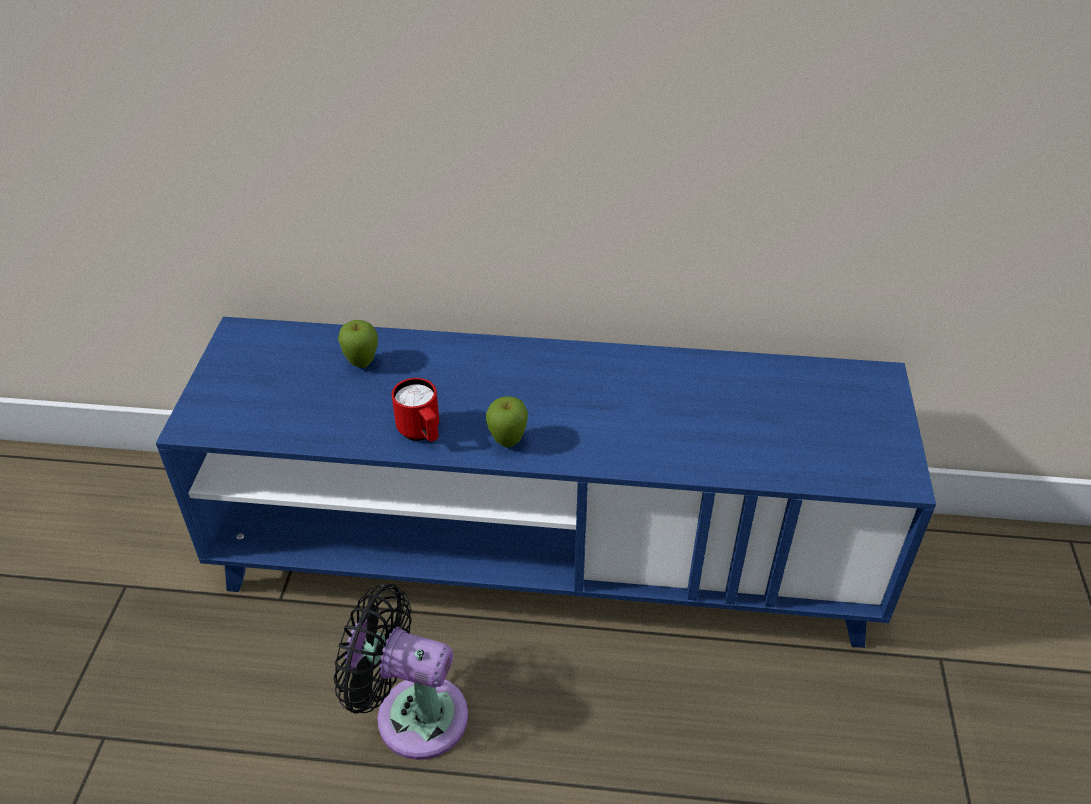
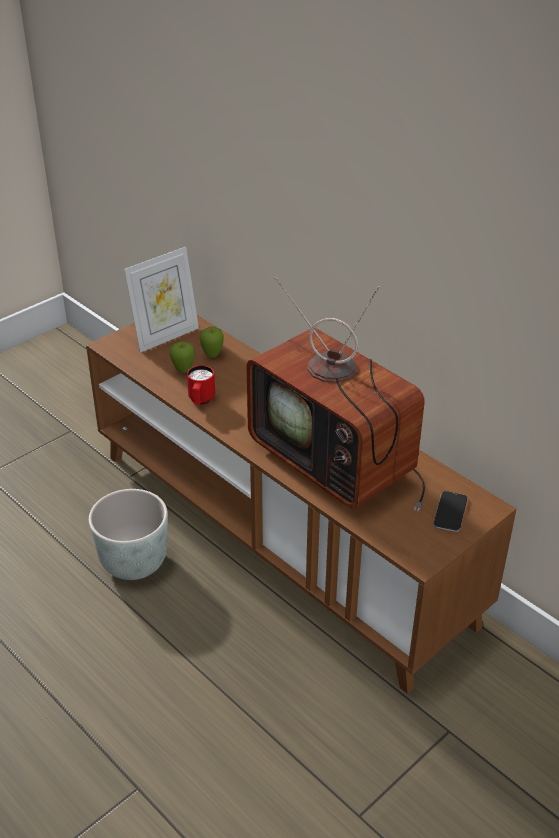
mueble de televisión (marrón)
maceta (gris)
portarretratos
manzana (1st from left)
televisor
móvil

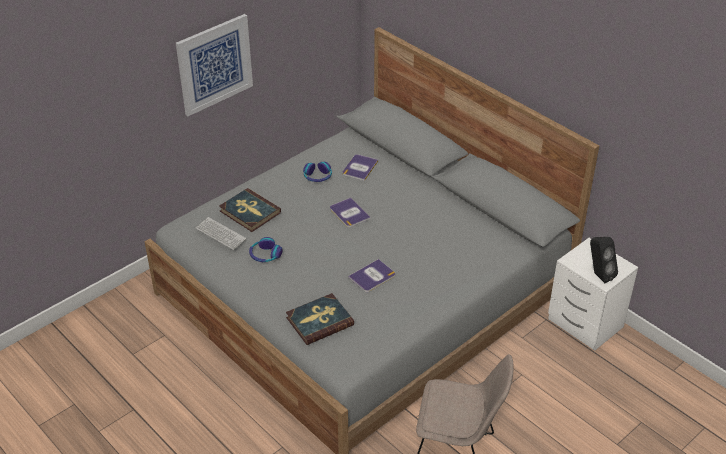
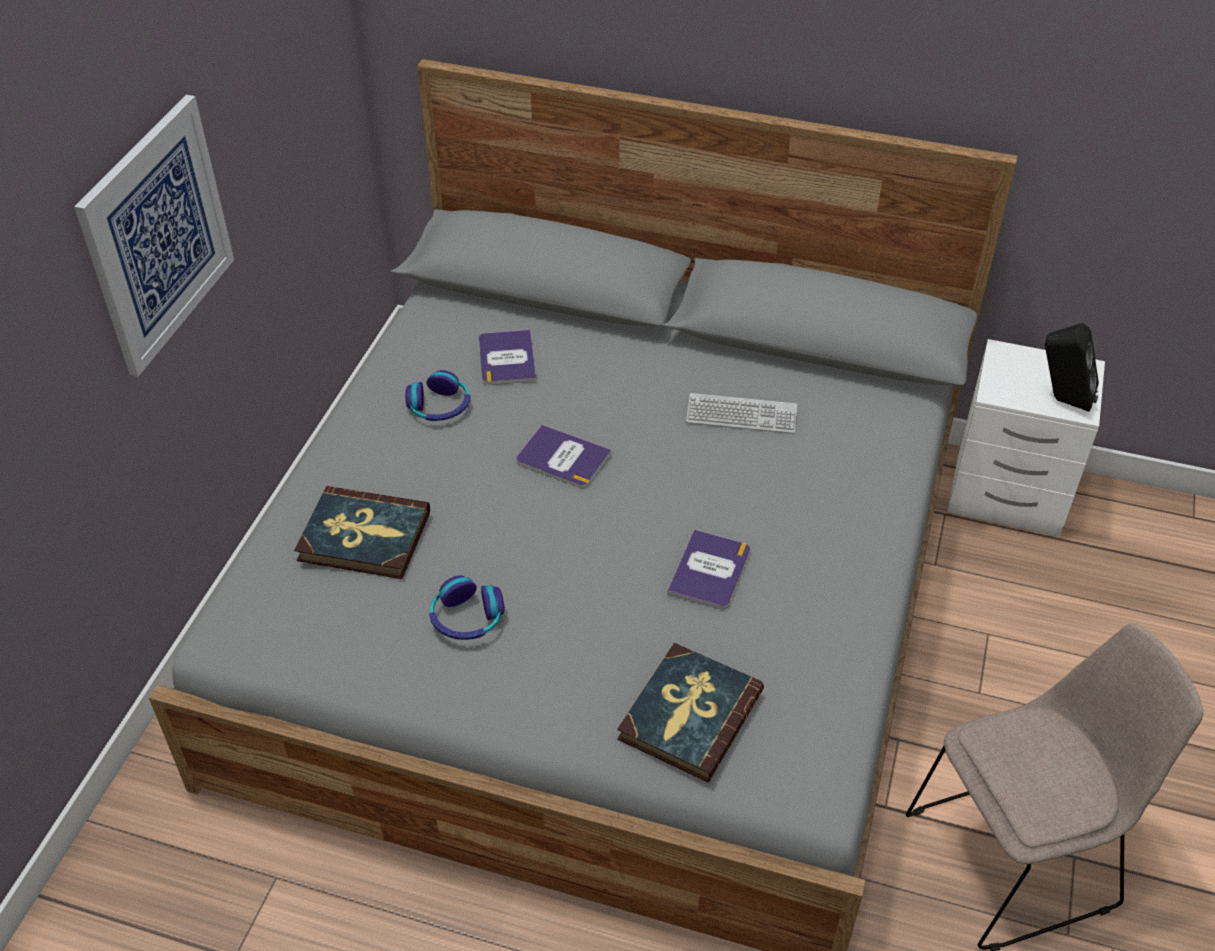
teclado

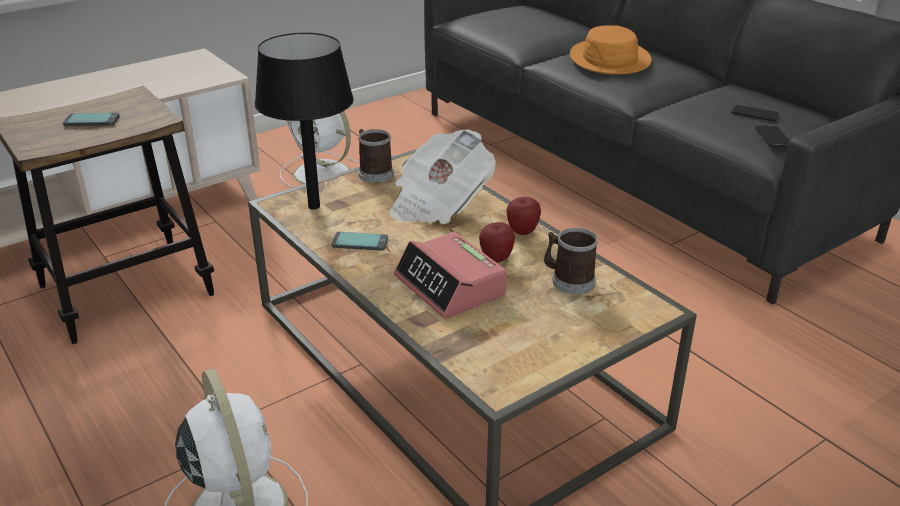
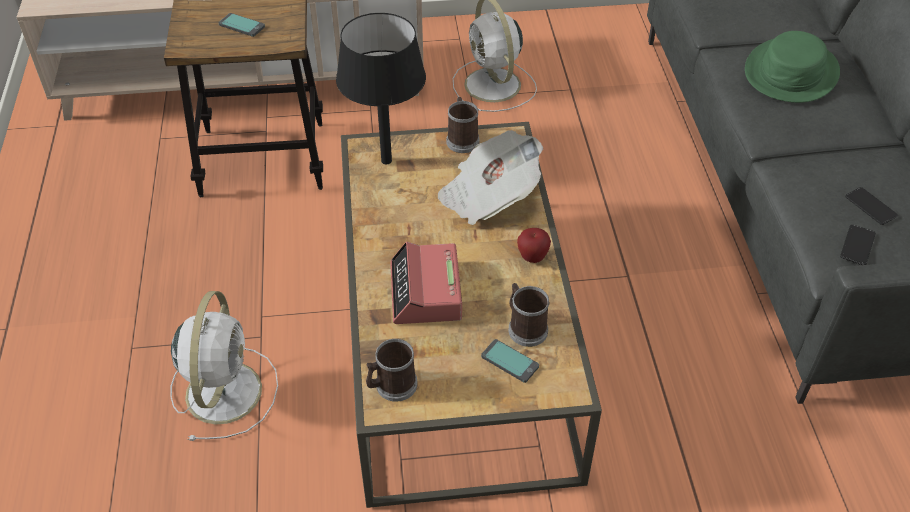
taza grande (1st from left)
móvil (2nd from left)
sombrero (verde)
manzana (1st from left in the first image)

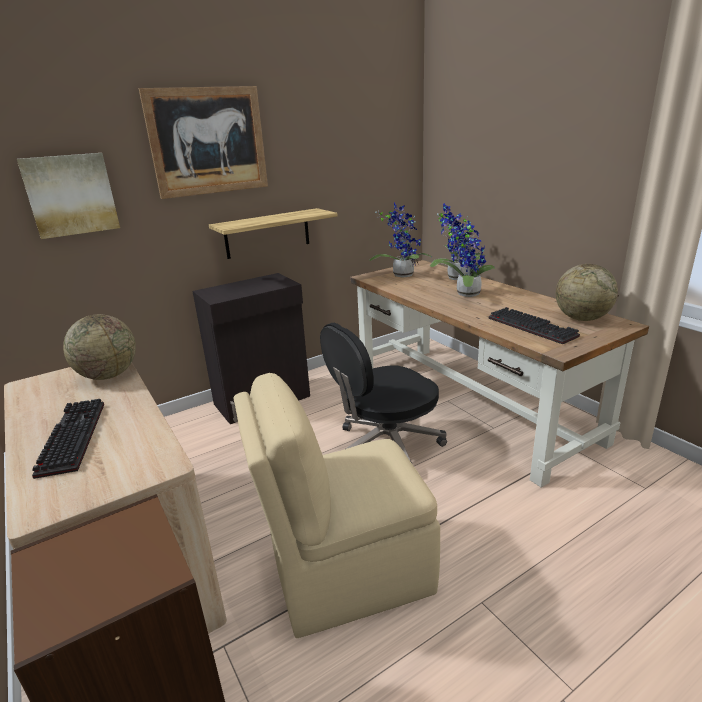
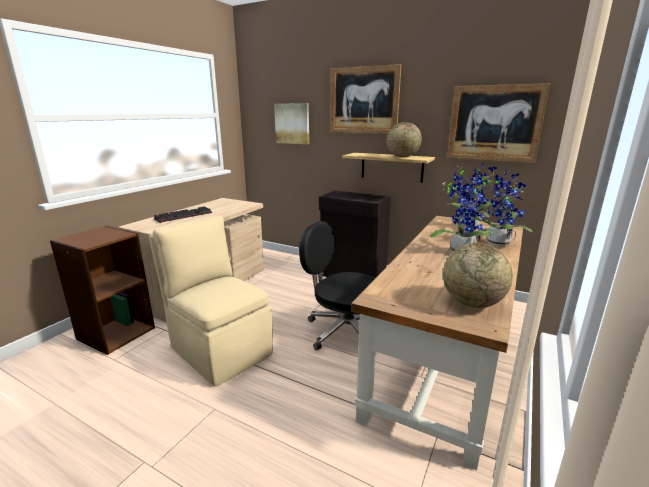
globo terráqueo (1st from left)
cuadro (3rd from left)
teclado (2nd from left in the first image)

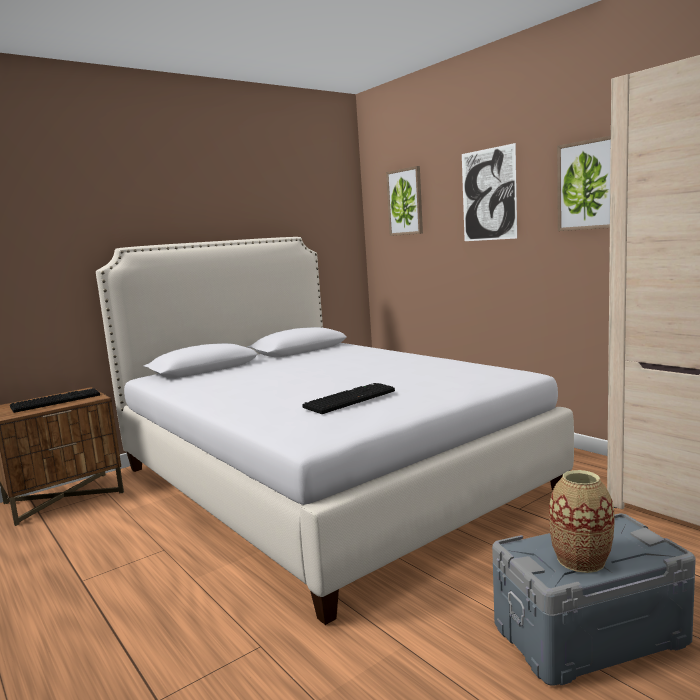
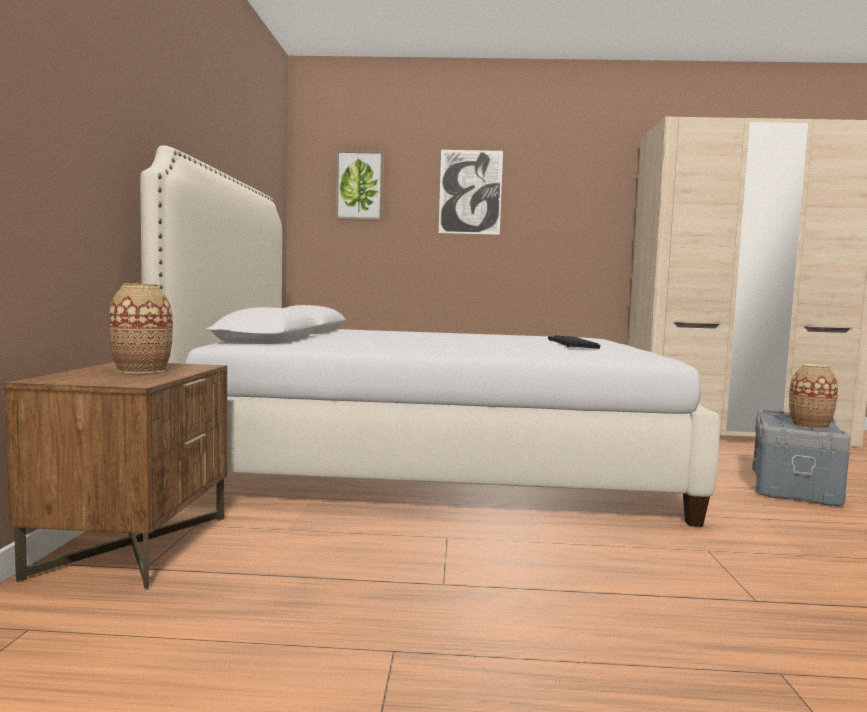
florero (1st from left)
cuadro (3rd from left in the first image)

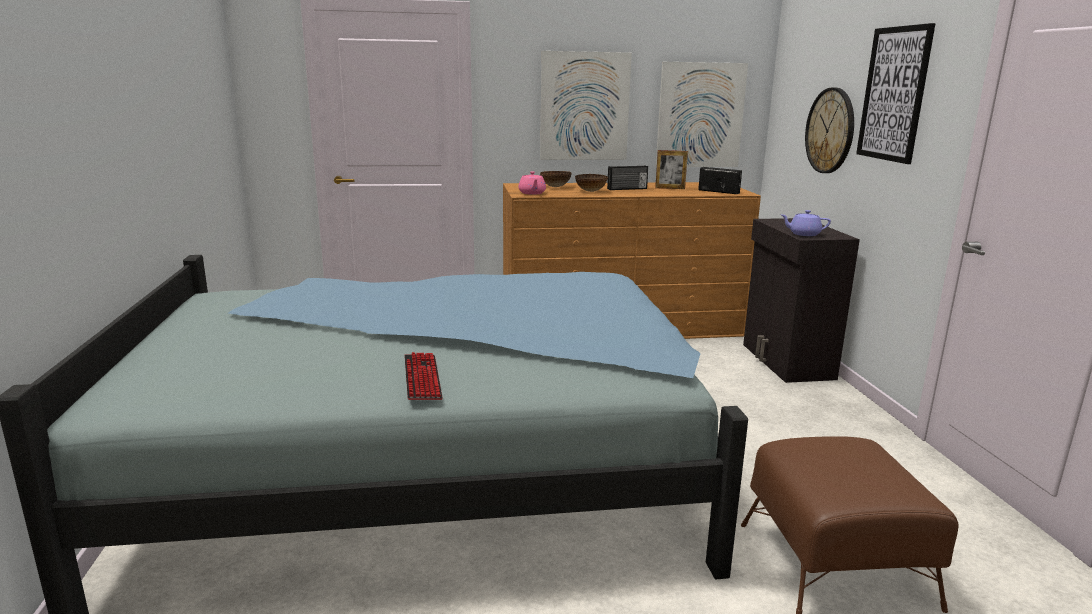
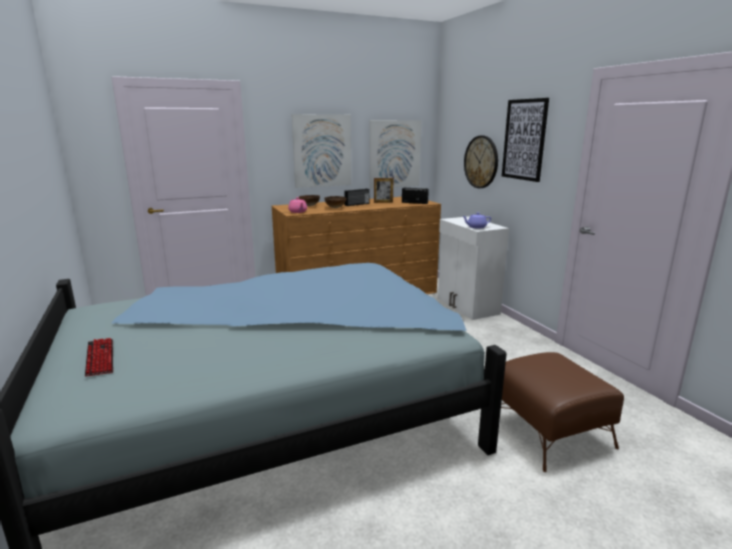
teclado
armario (blanco)

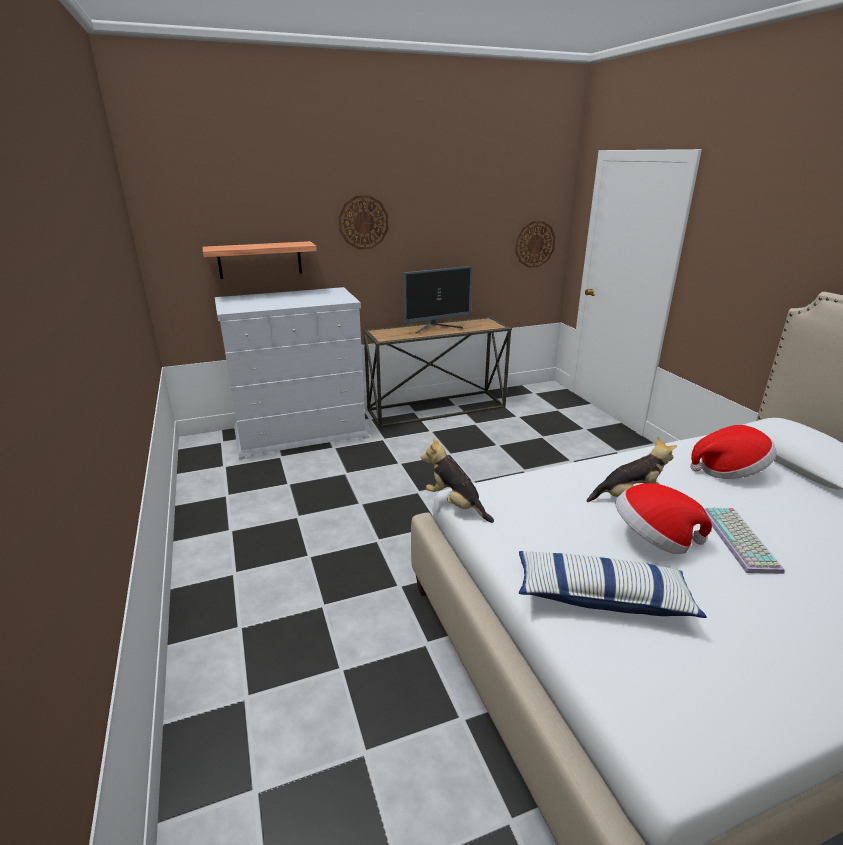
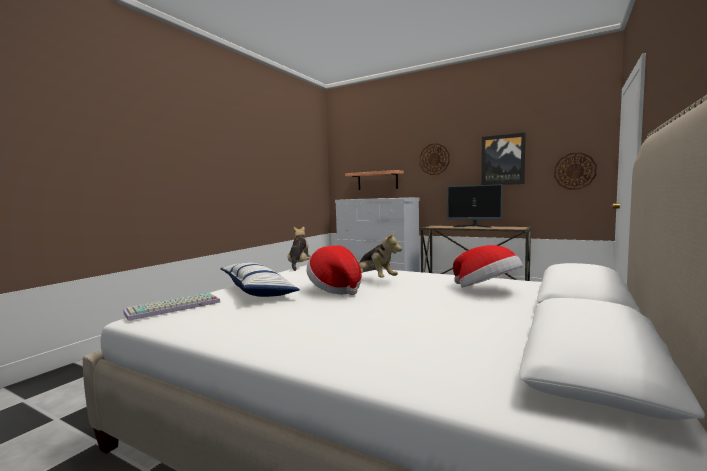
teclado
cuadro

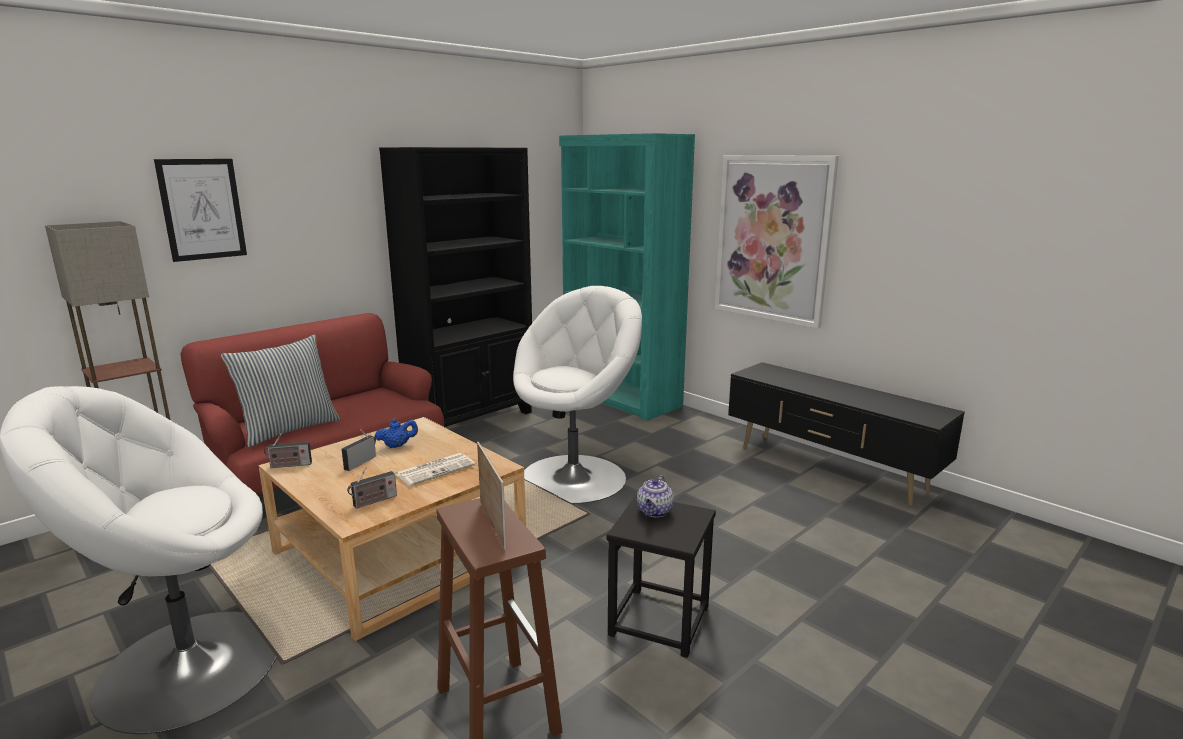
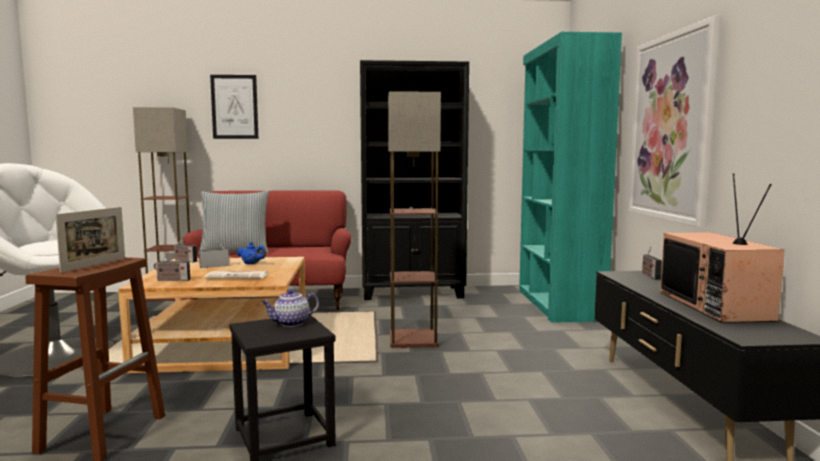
lámpara de pie (2nd from left)
radio (4th from left)
televisor

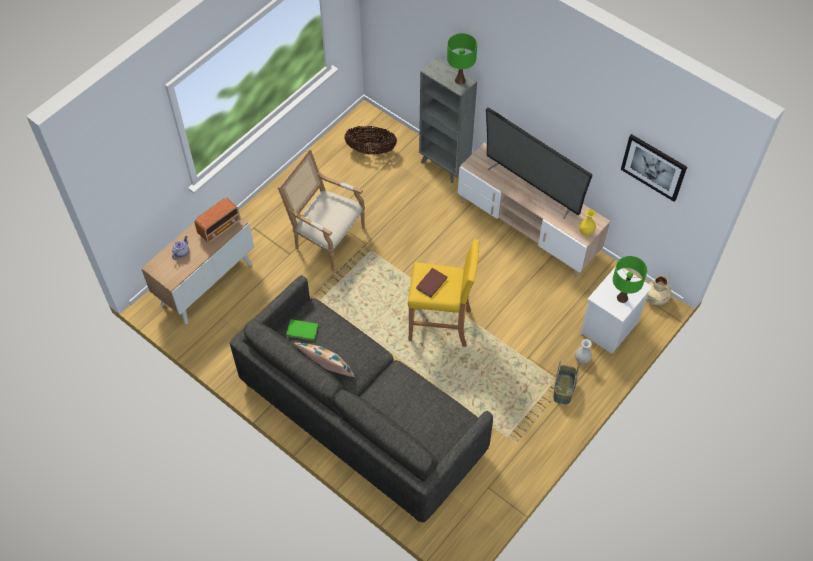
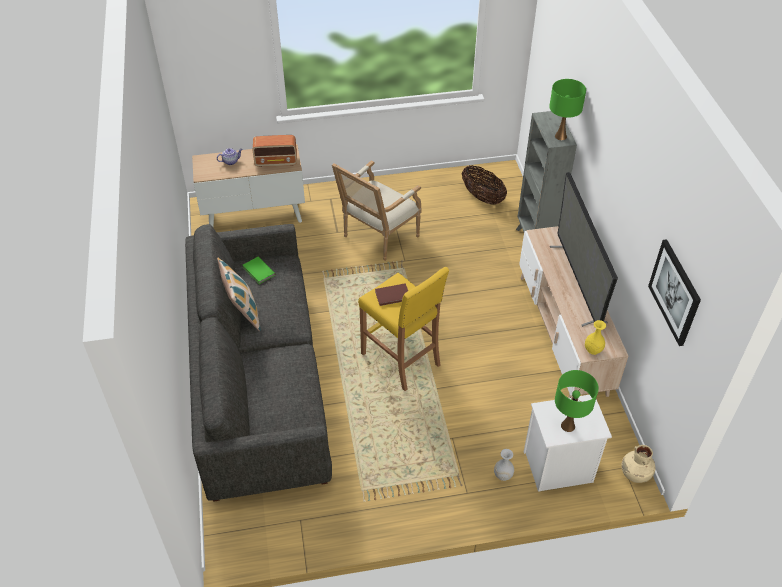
sillón
cesta (2nd from left in the first image)

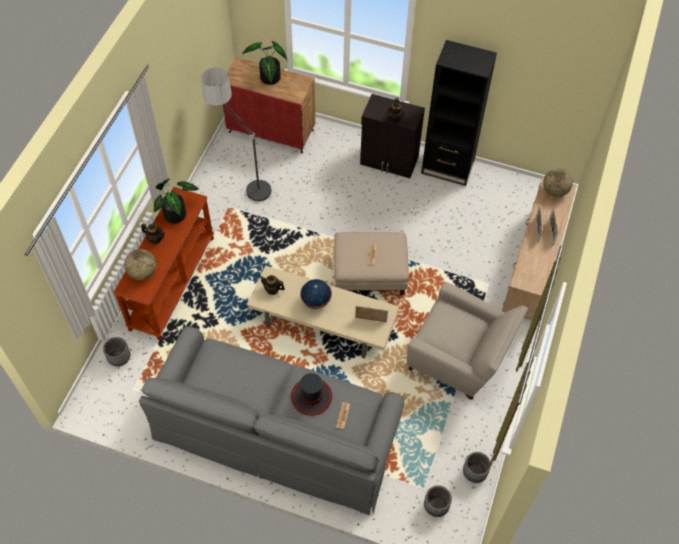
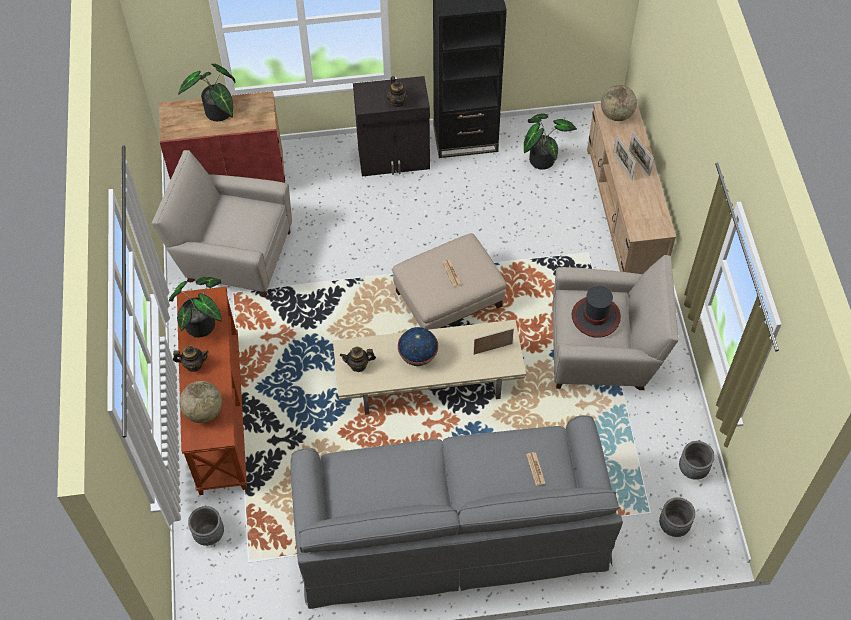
sillón (beis) (1st from left)
planta en maceta (3rd from left)
sombrero

